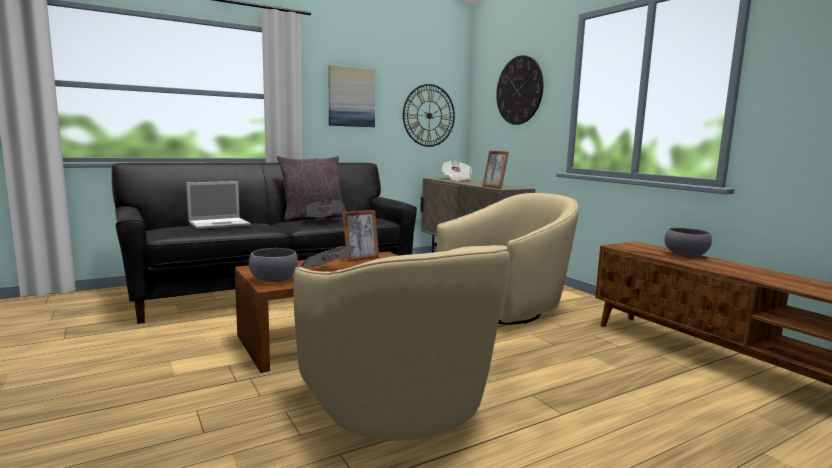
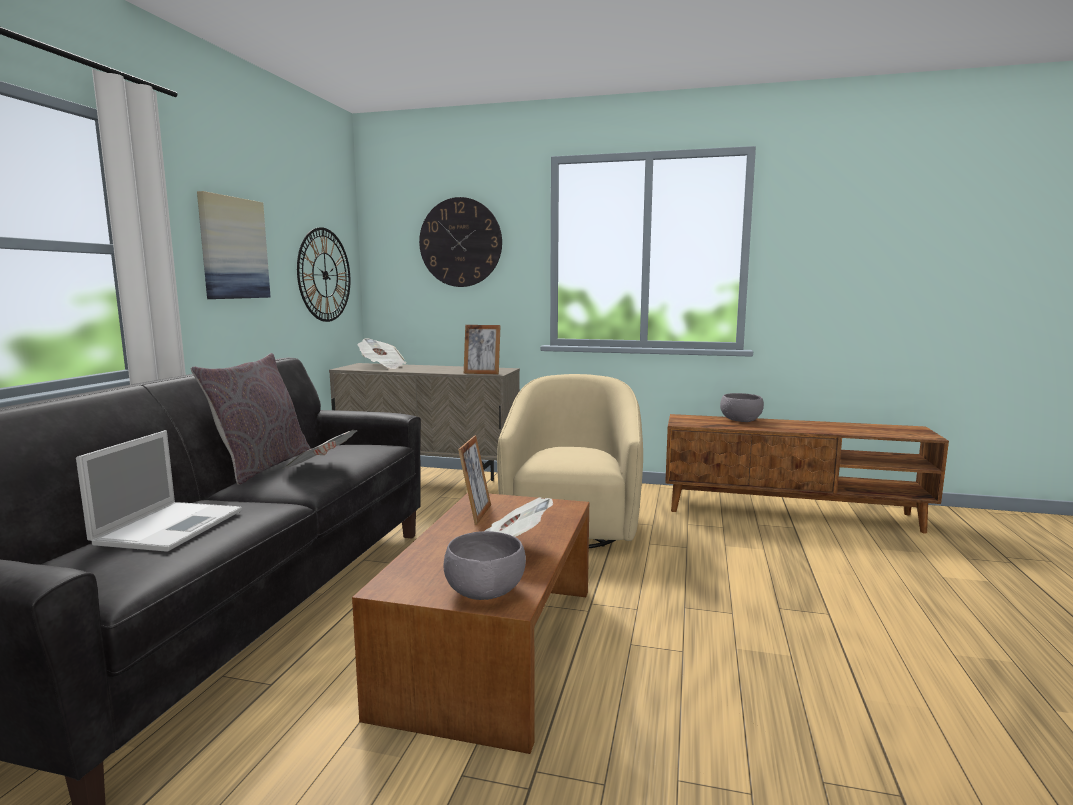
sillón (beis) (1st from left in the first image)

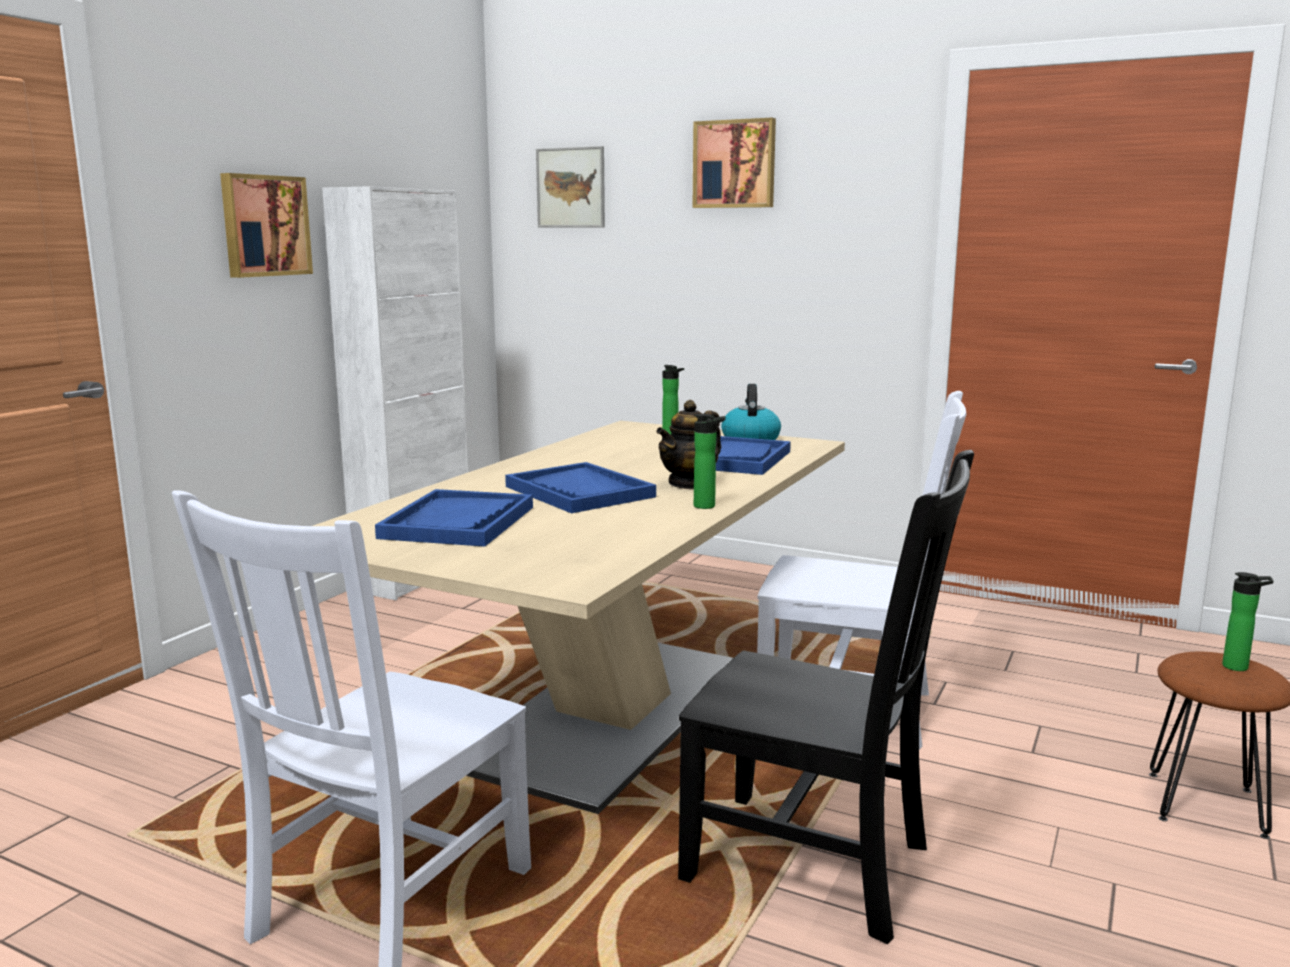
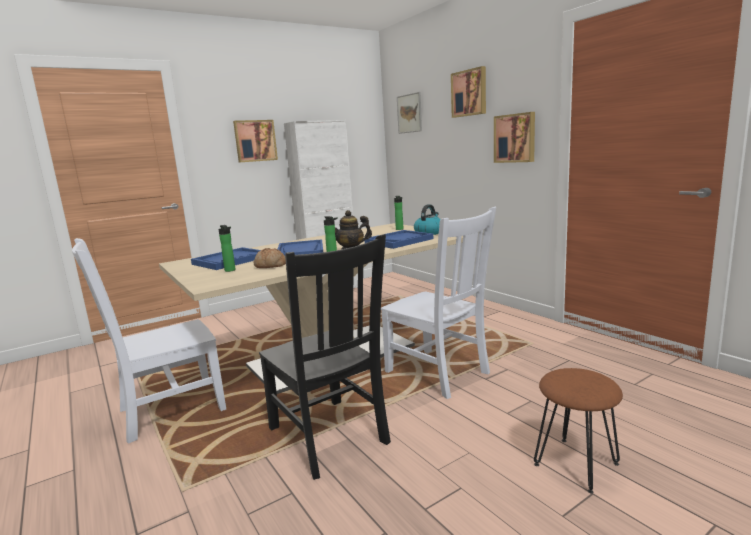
botella (1st from left)
pan
cuadro (4th from left)

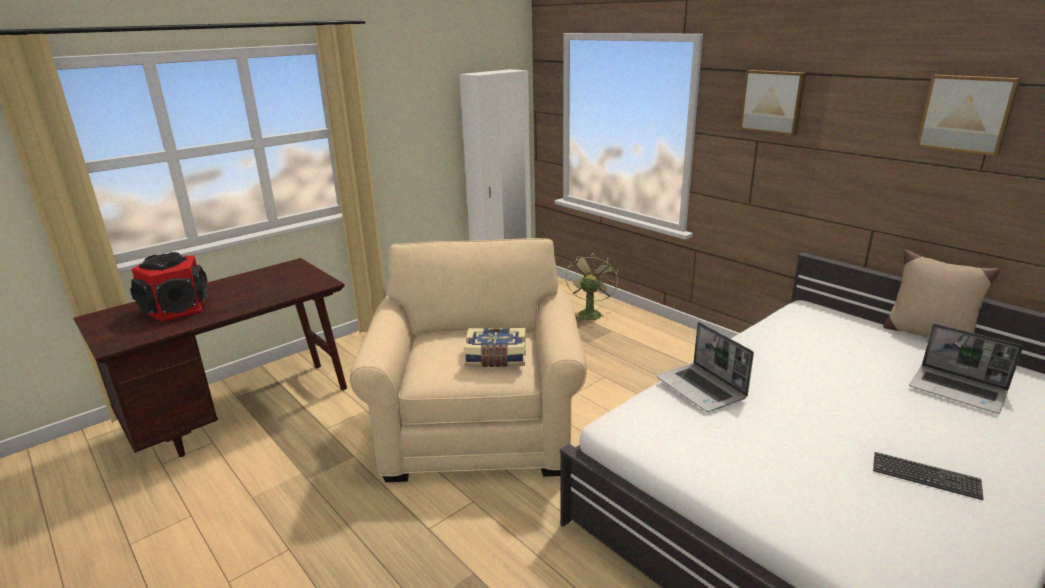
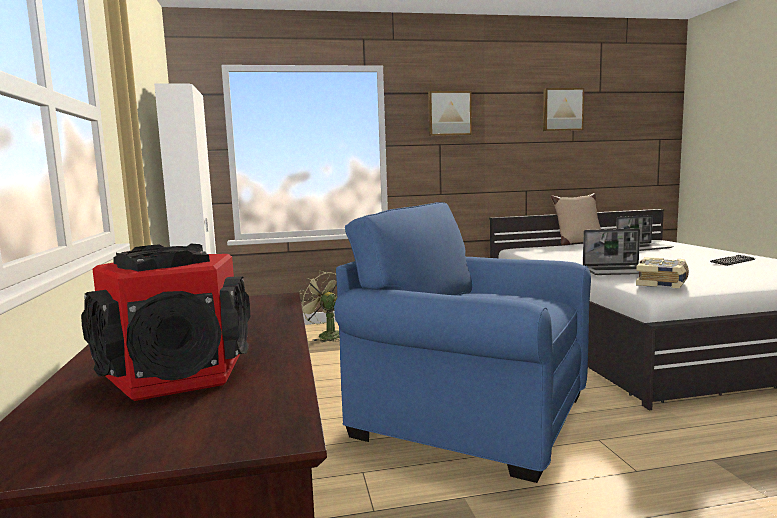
sillón (azul)
libro

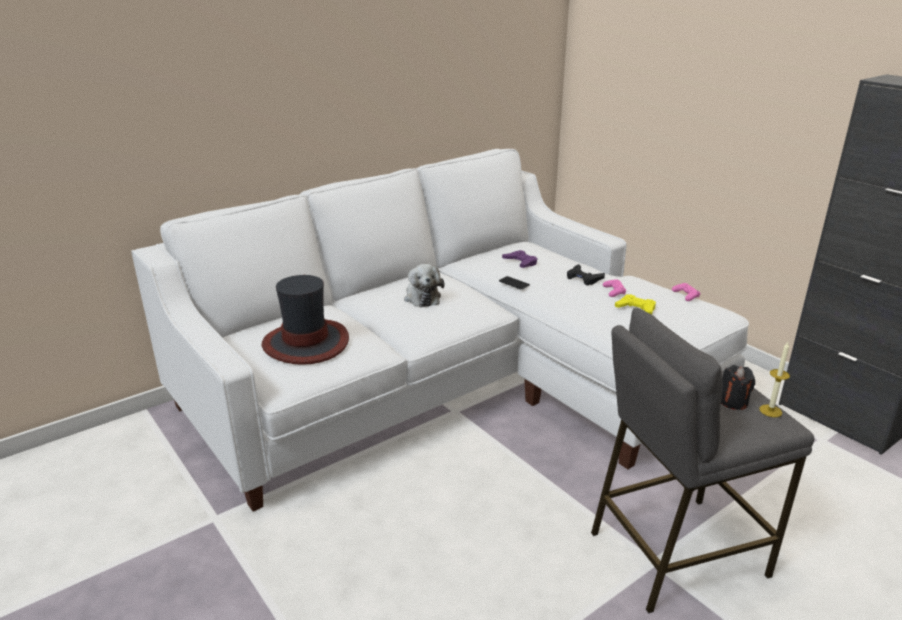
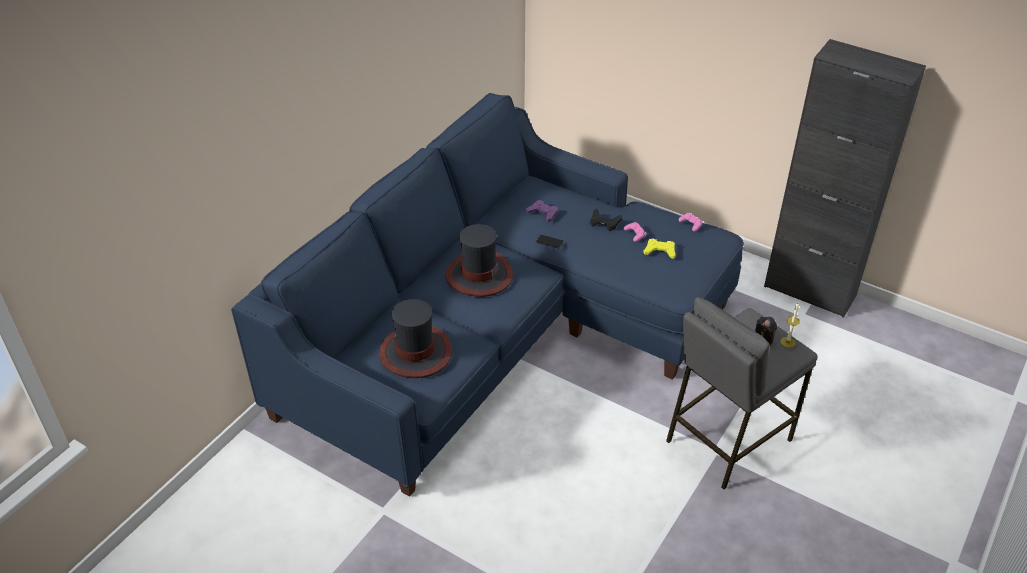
sofá (azul)
sombrero (2nd from left)

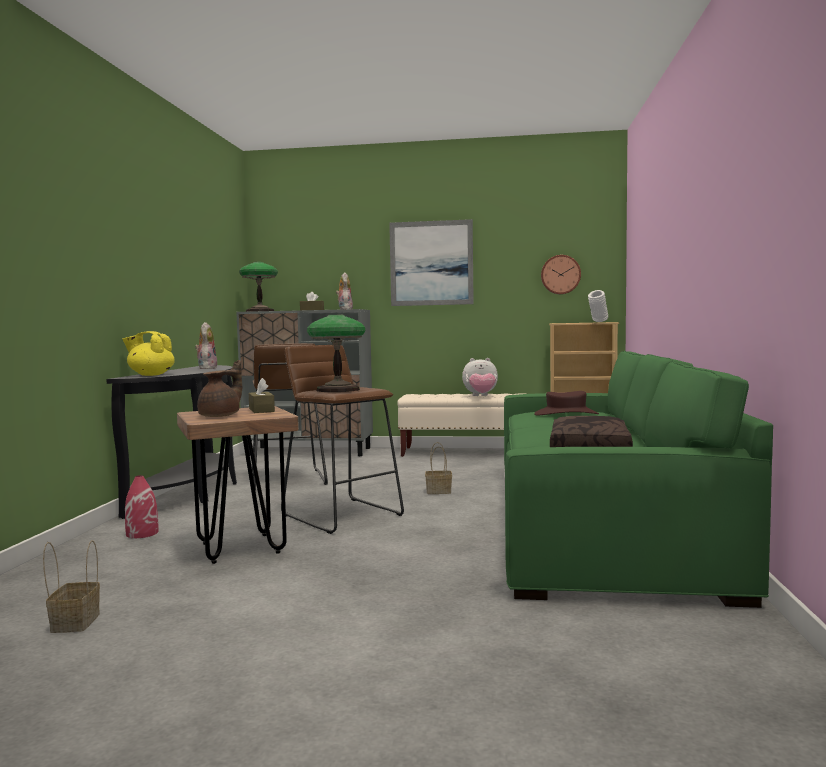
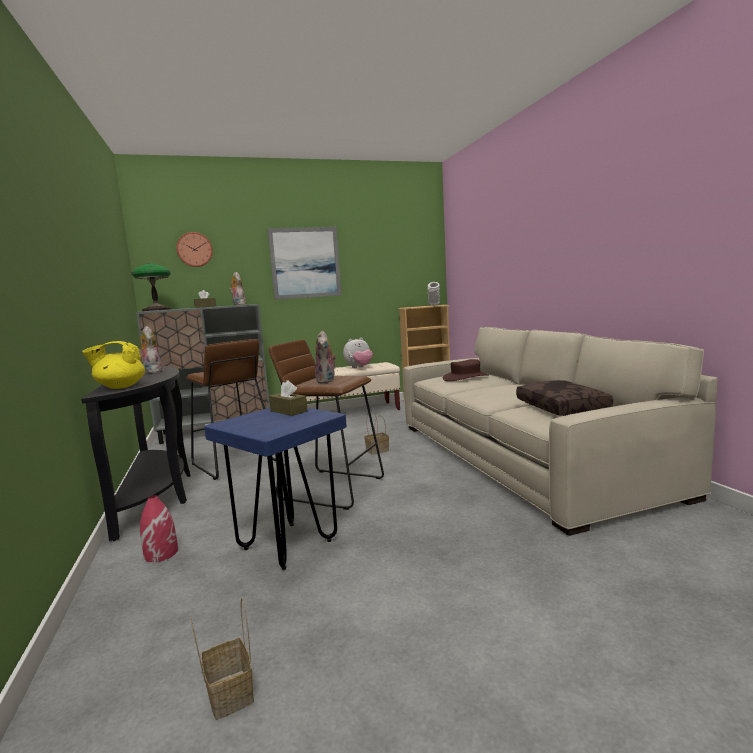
reloj de pared
taburete (azul)
peluche (3rd from left)
sofá (beis)
tetera (marrón)

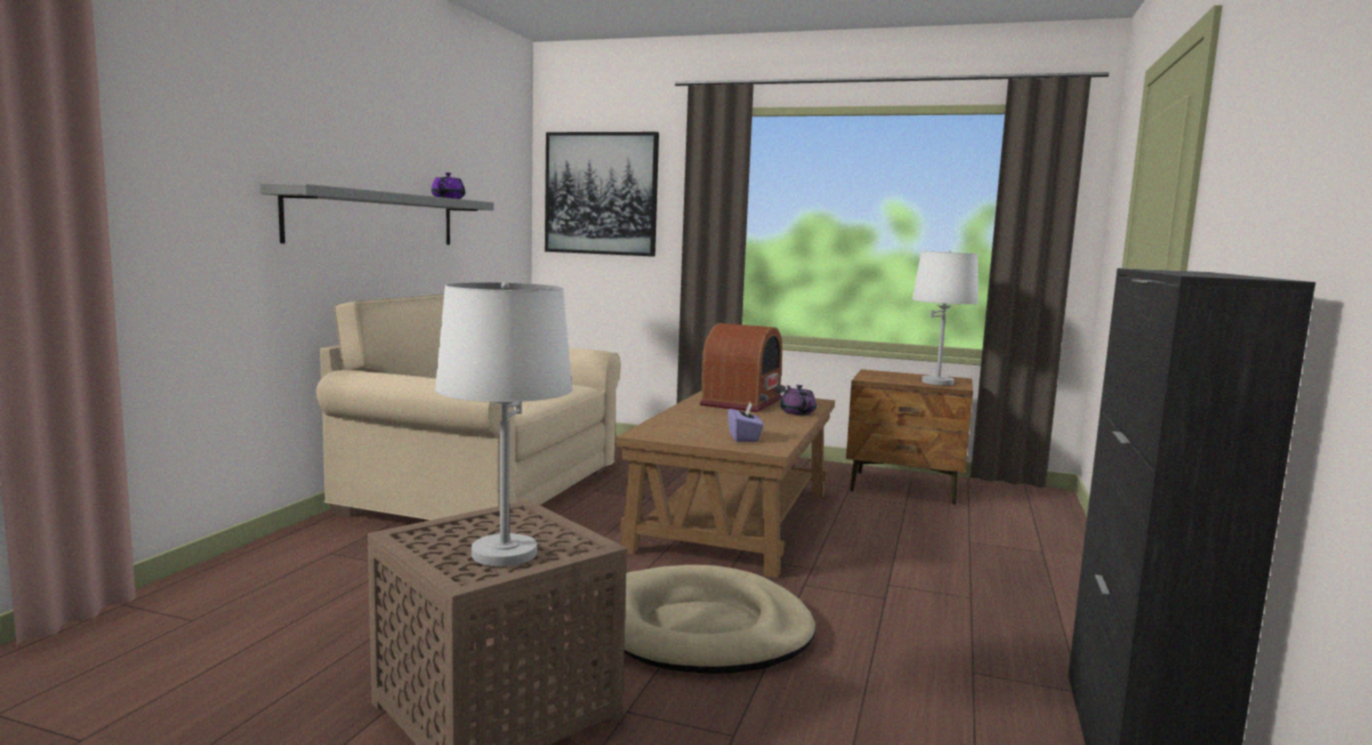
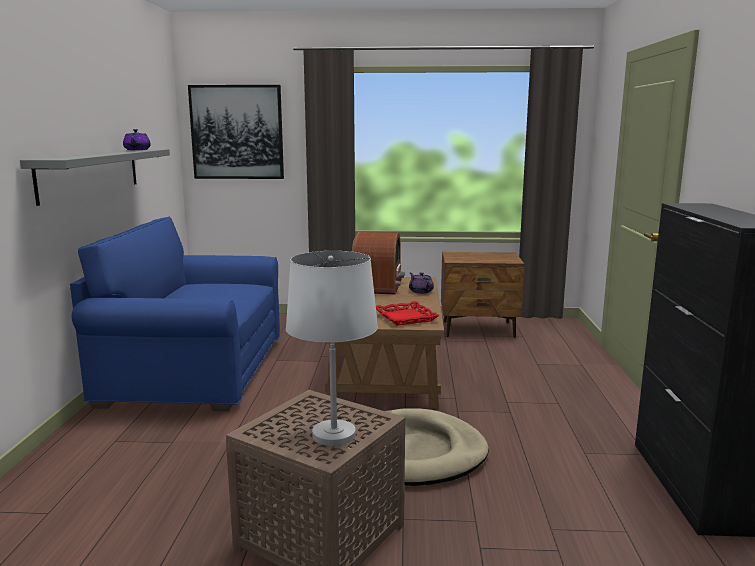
sofá (azul)
bandeja (rojo)
lámpara de mesa (blanco) (2nd from left in the first image)

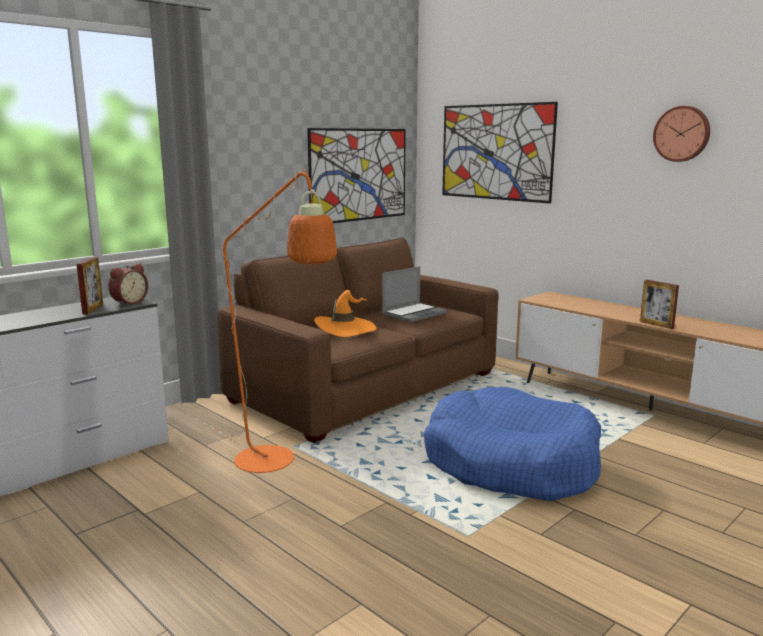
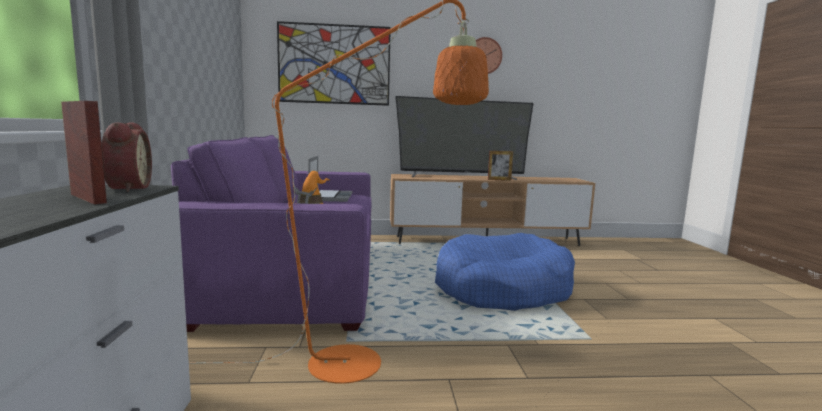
sofá (morado)
televisor
cuadro (1st from left in the first image)

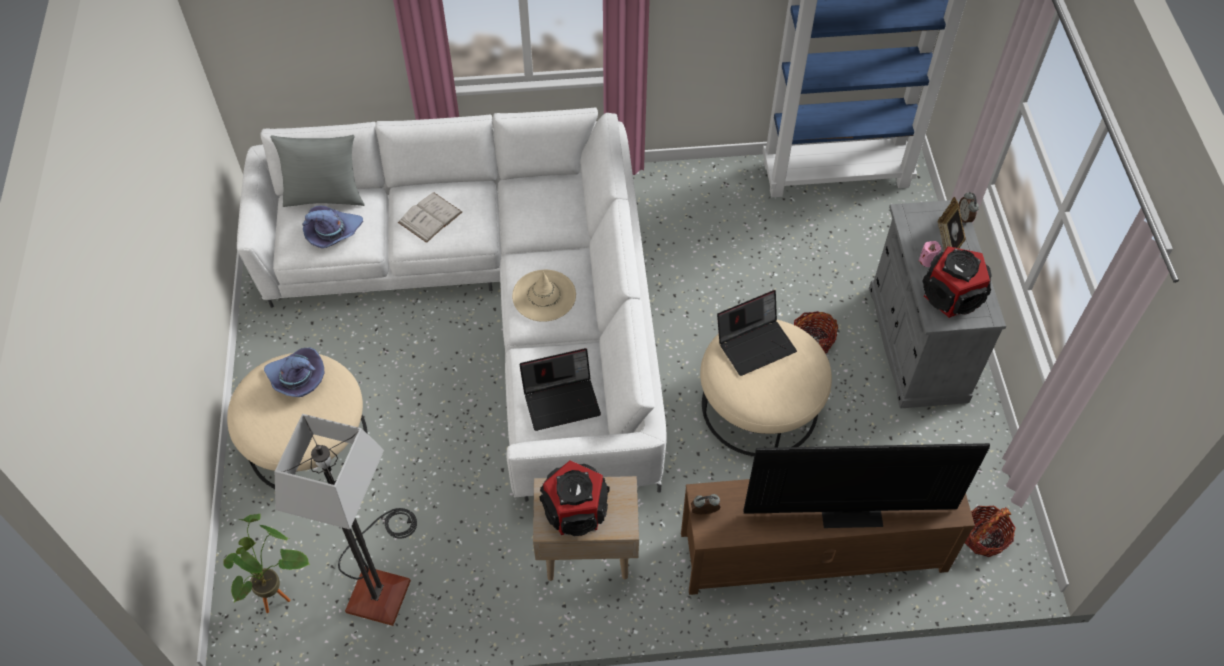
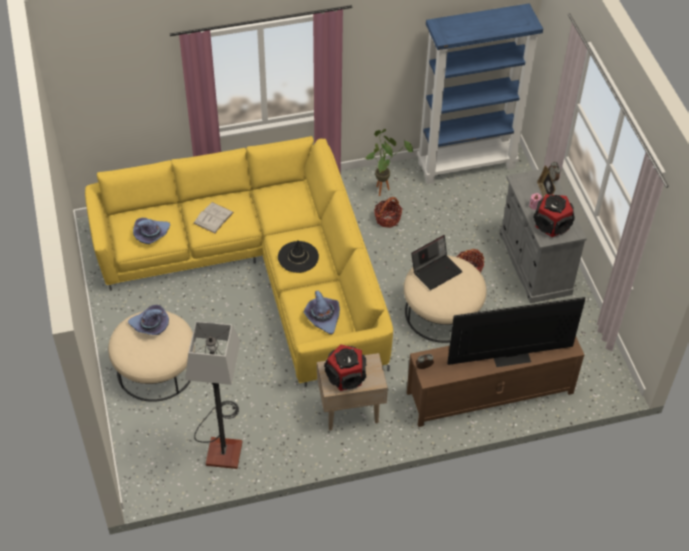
sofá (amarillo)
sombrero (negro)
sombrero (morado) (3rd from left)
planta en maceta
cesta (1st from left)
cojín (gris)

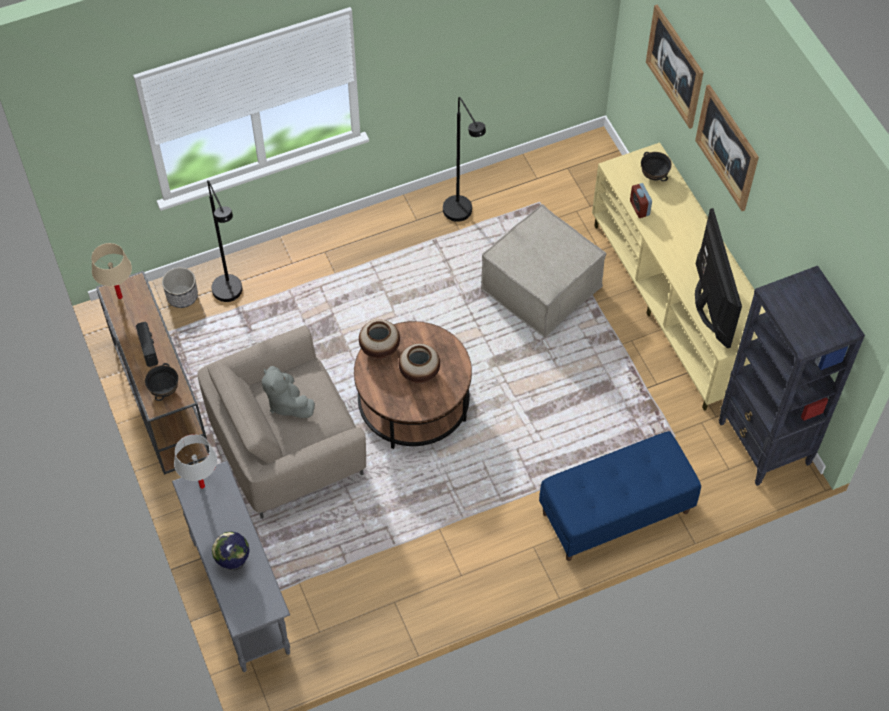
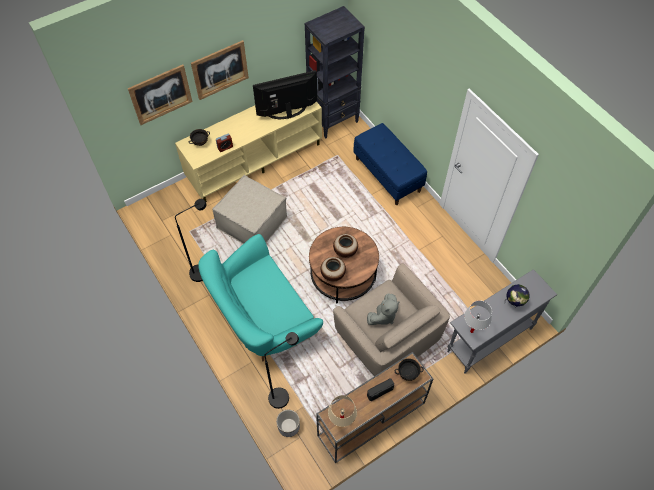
sofá (turquesa)

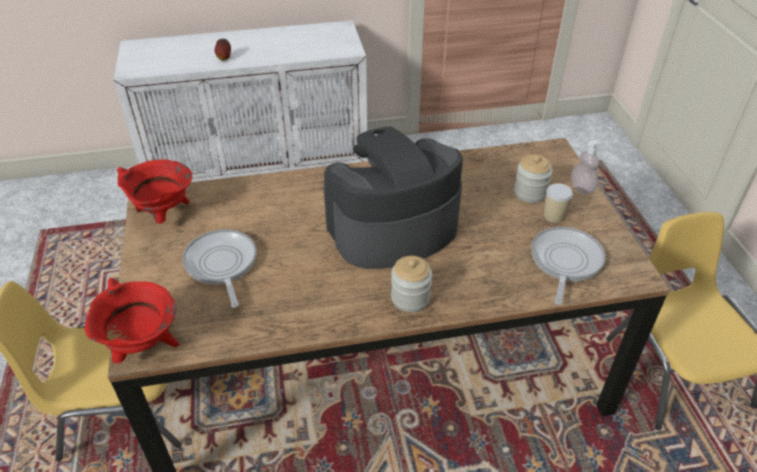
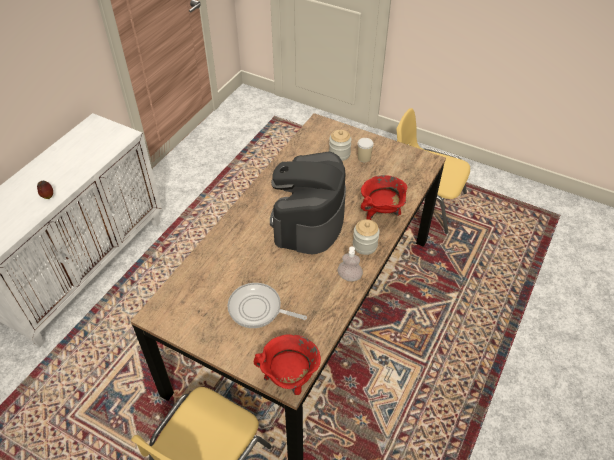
dispensador de jabón
olla (rojo) (2nd from left)
sartén (2nd from left in the first image)

